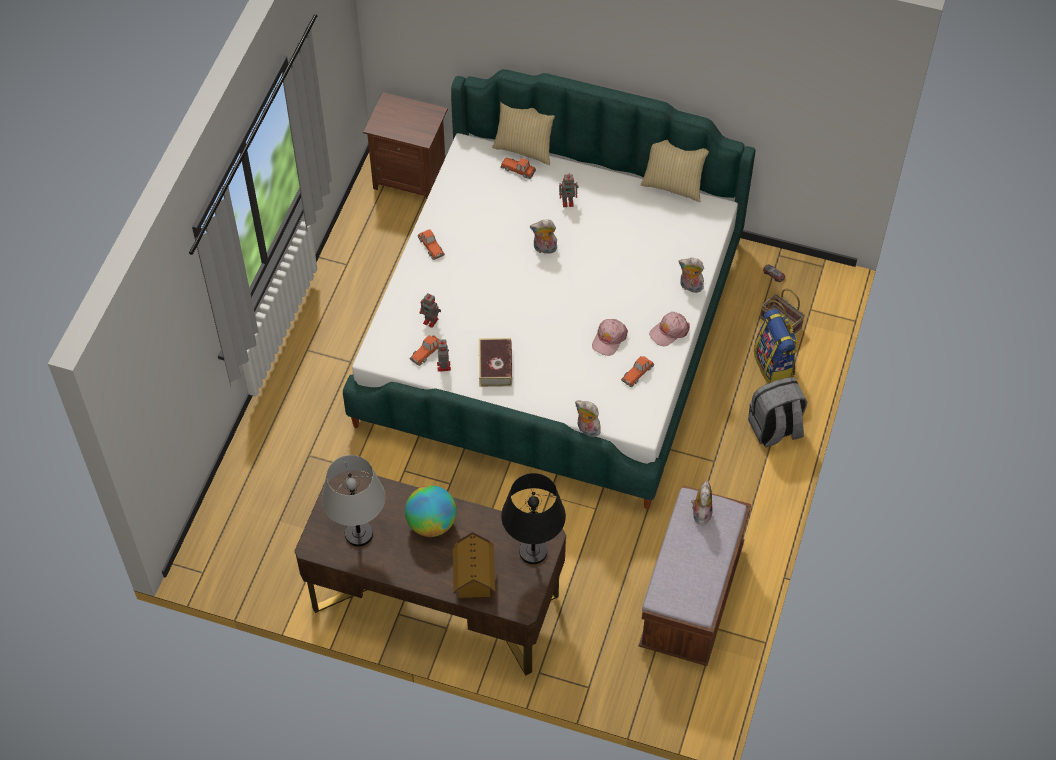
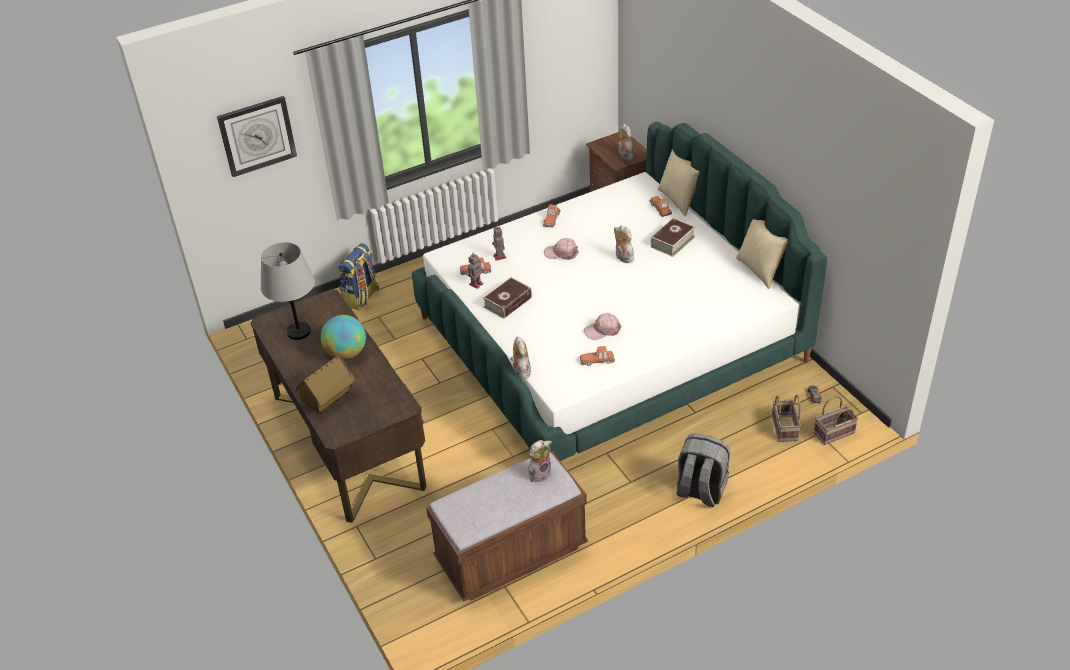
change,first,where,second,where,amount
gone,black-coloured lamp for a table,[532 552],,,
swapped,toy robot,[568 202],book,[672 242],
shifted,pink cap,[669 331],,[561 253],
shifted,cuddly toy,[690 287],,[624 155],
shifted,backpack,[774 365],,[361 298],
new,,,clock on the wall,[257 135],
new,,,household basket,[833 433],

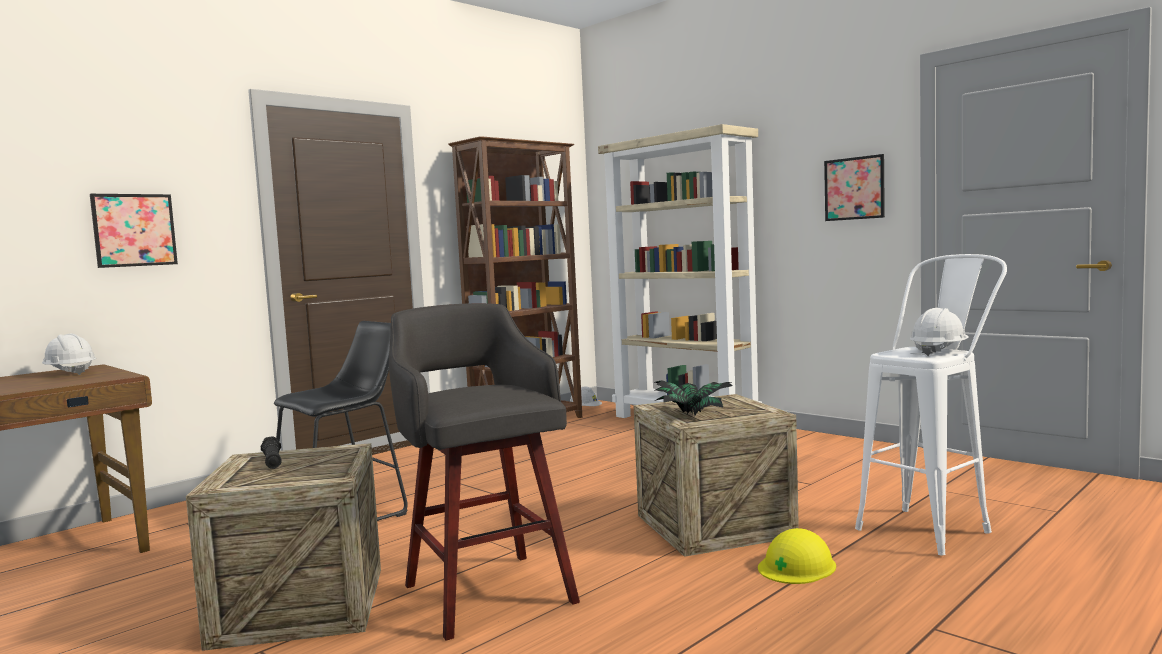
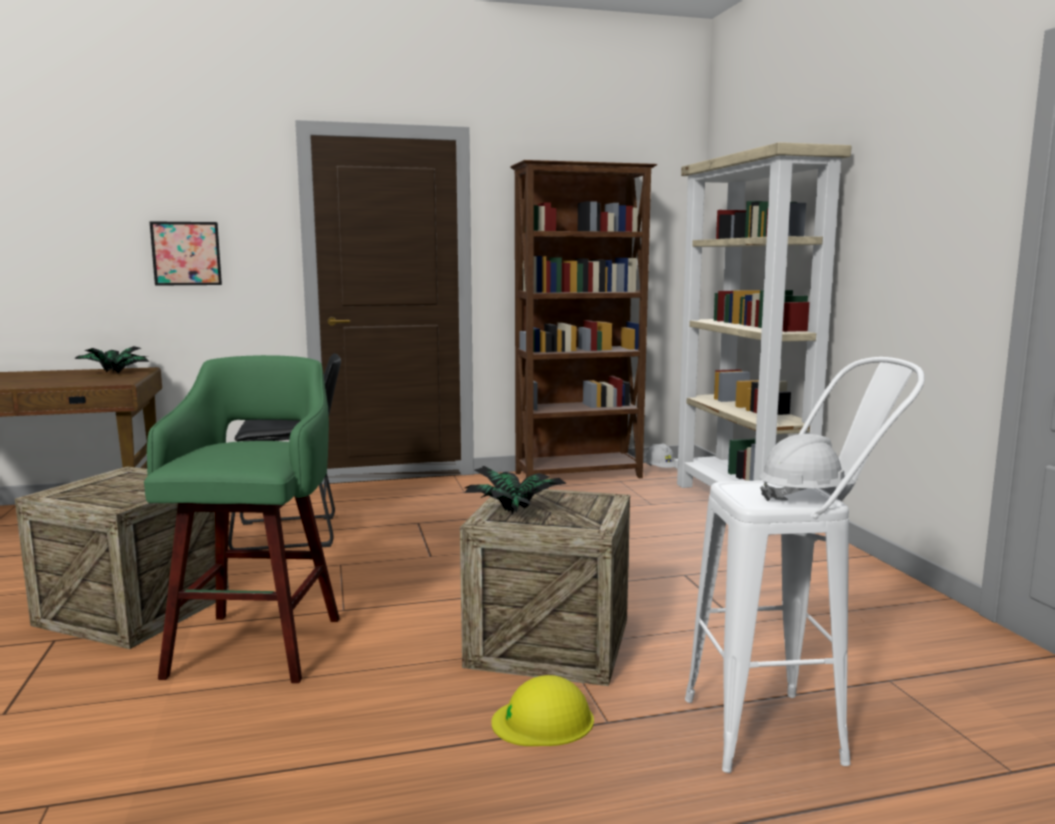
change,first,where,second,where,amount
swapped,white work helmet,[70 373],potted plant,[113 373],
gone,black-coloured torch,[272 461],,,
repainted,gray stool seat,[487 591],greenish stool seat,[258 644],
gone,wall picture,[854 188],,,

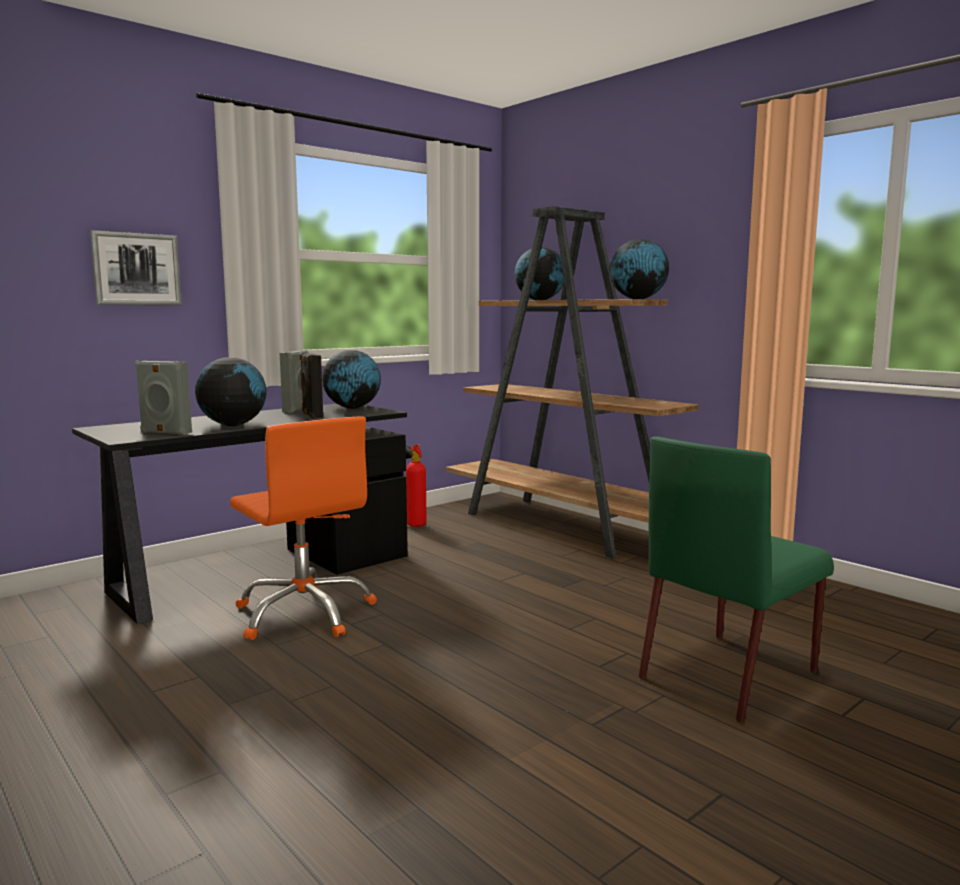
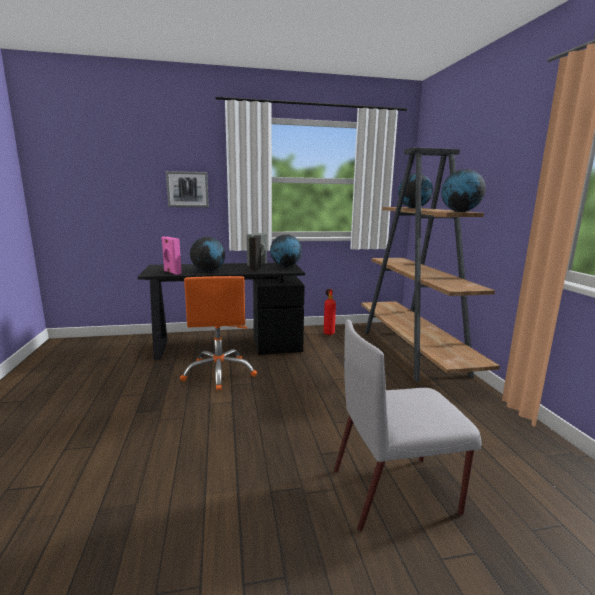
change,first,where,second,where,amount
repainted,gray speaker,[165 433],pink speaker,[171 272],
repainted,greenish chair,[730 673],gray chair,[396 490],

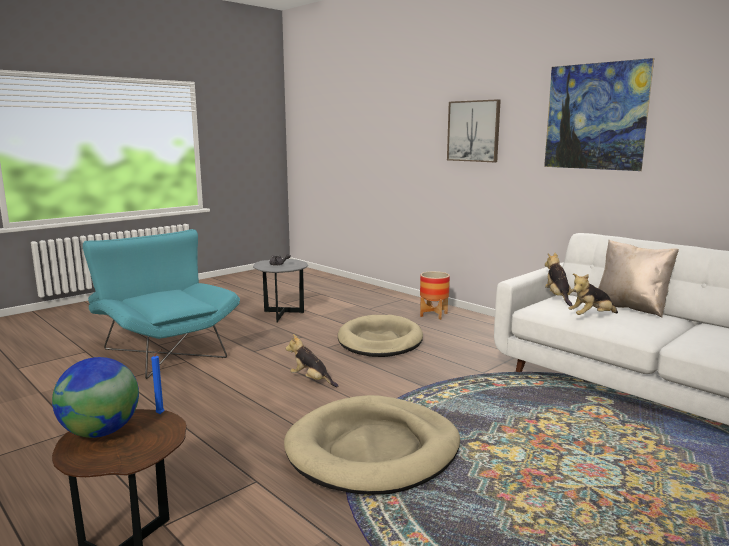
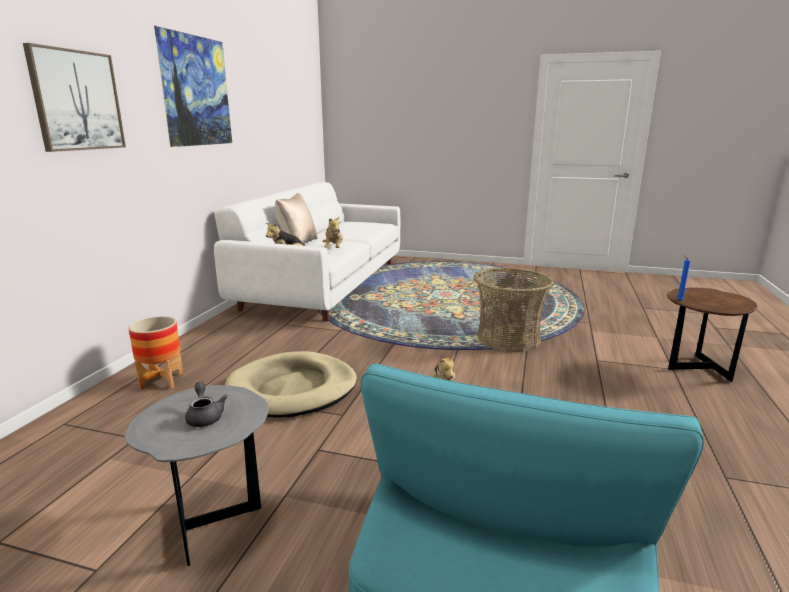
change,first,where,second,where,amount
gone,desk globe,[101 432],,,
swapped,beige pet bed,[373 450],household basket,[508 339],
rotated,cuddly toy,[591 316],,[334 249],45 degrees clockwise

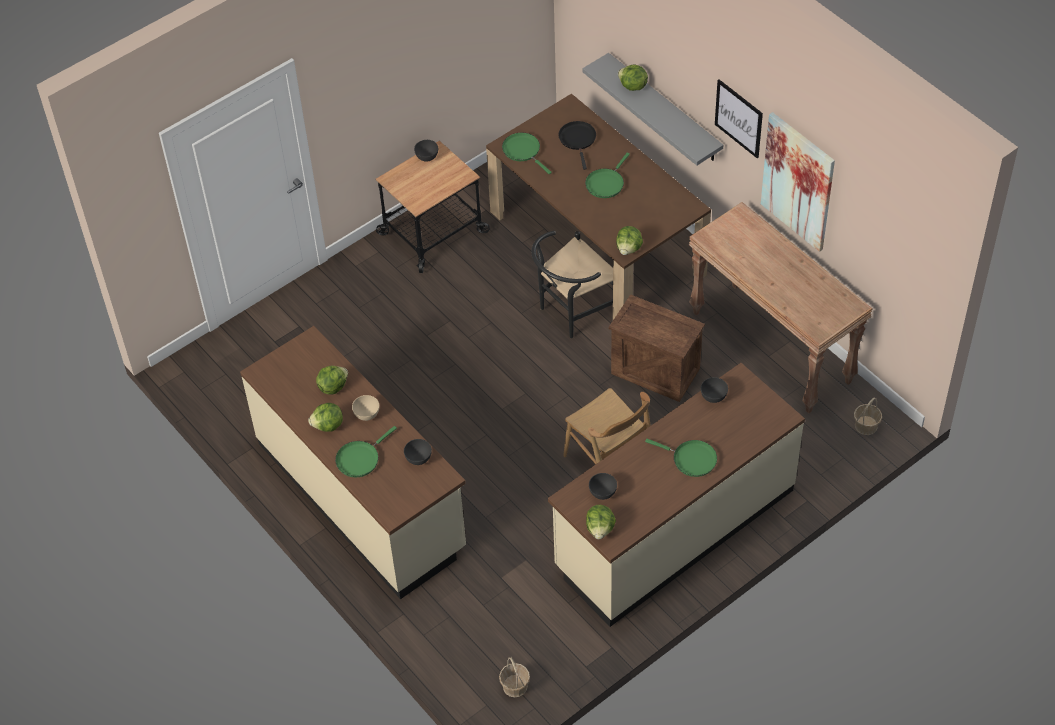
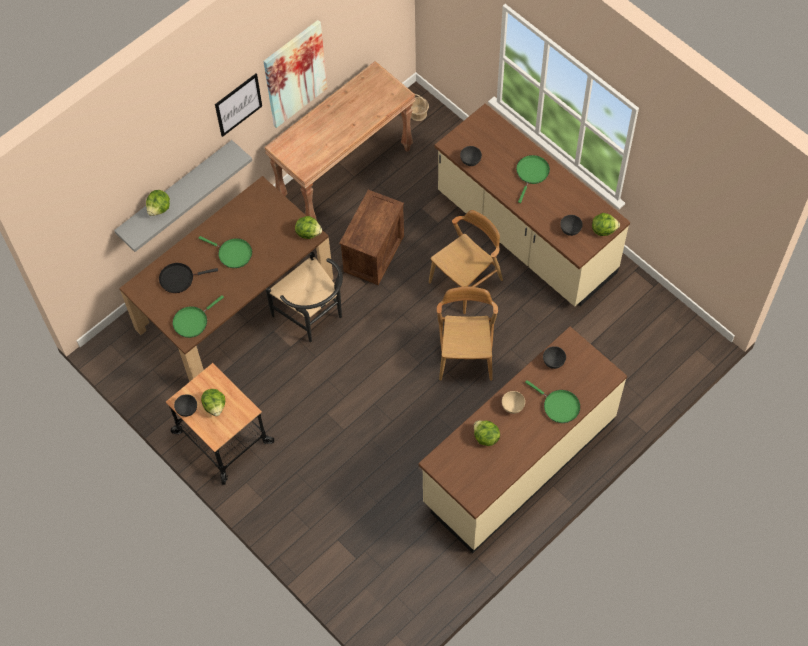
change,first,where,second,where,amount
shifted,head of lettuce,[328 426],,[215 406],
gone,household basket,[515 686],,,
new,,,brown chair,[466 354],

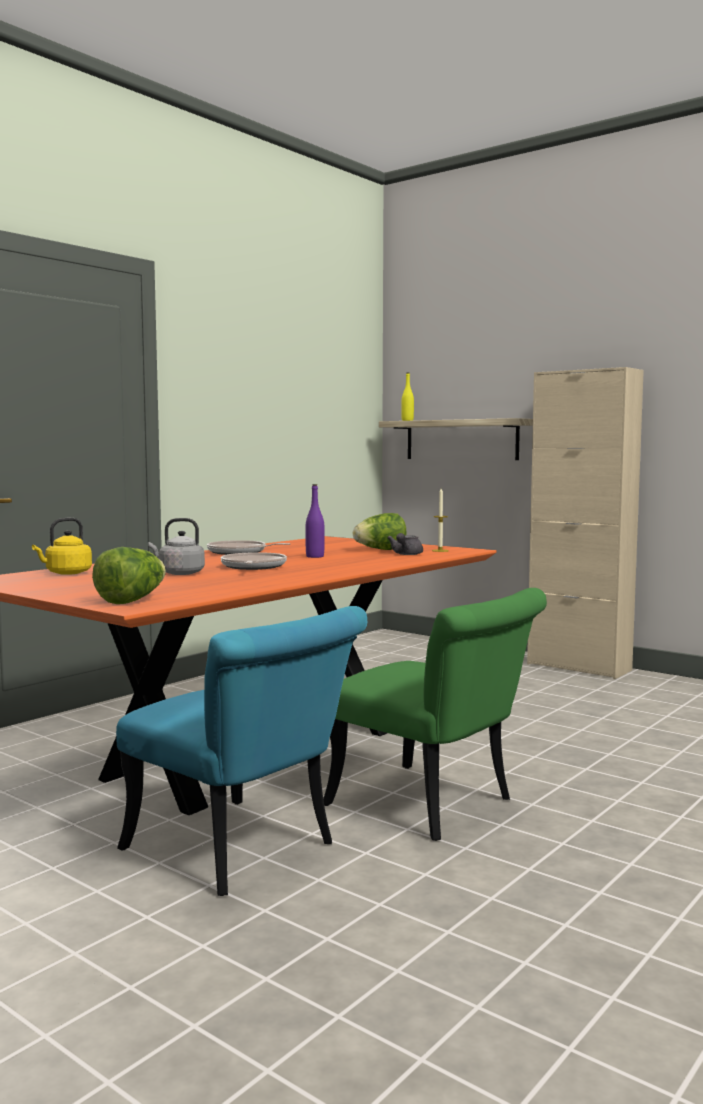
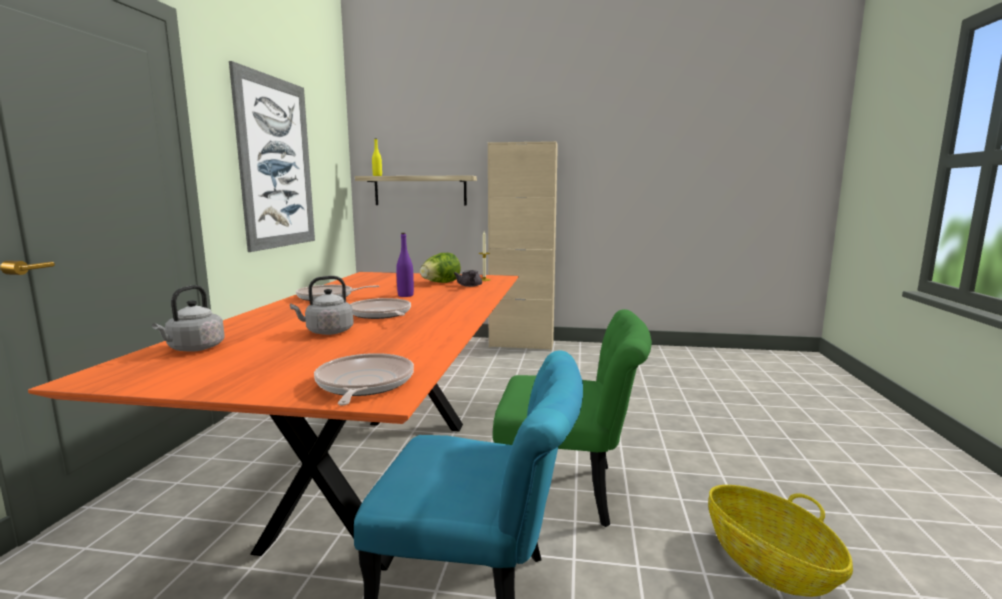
change,first,where,second,where,amount
repainted,yellow-coloured kettle,[66 573],gray kettle,[194 349],
swapped,head of lettuce,[132 600],skillet,[363 384],
new,,,wall picture,[276 163],
new,,,household basket,[769 563],

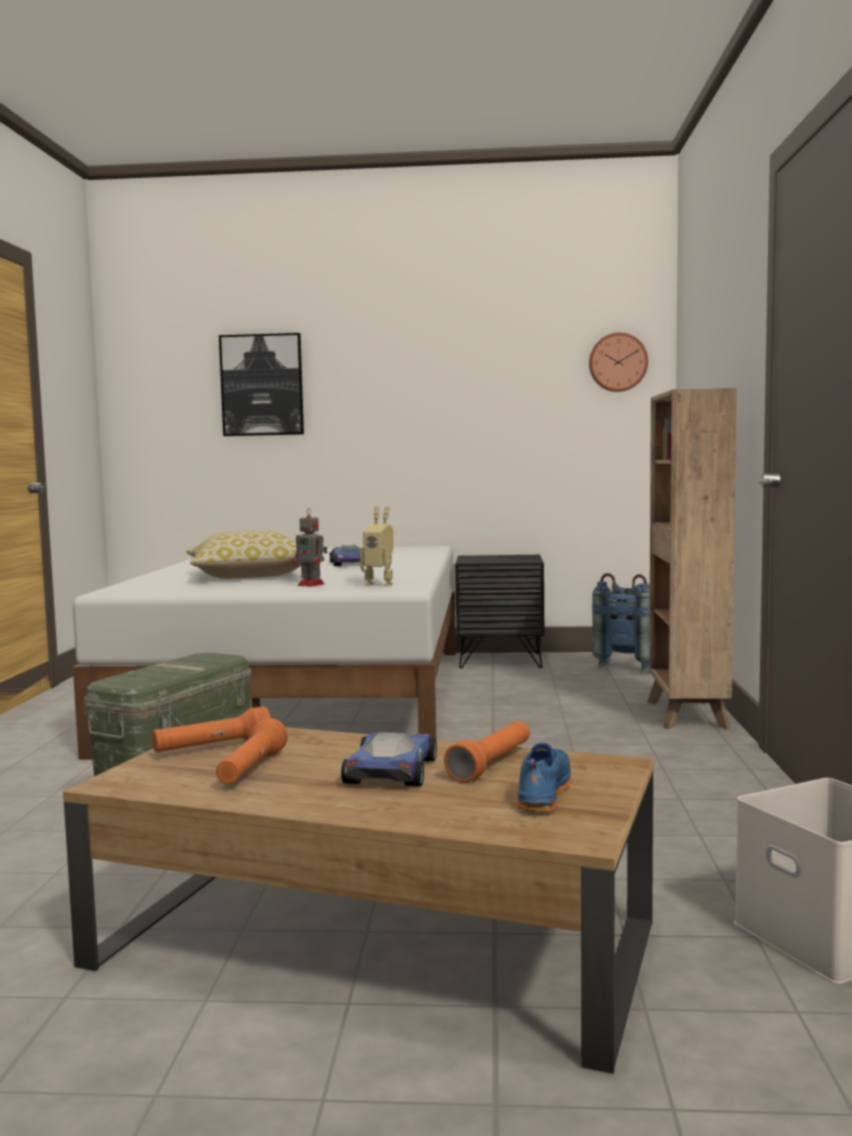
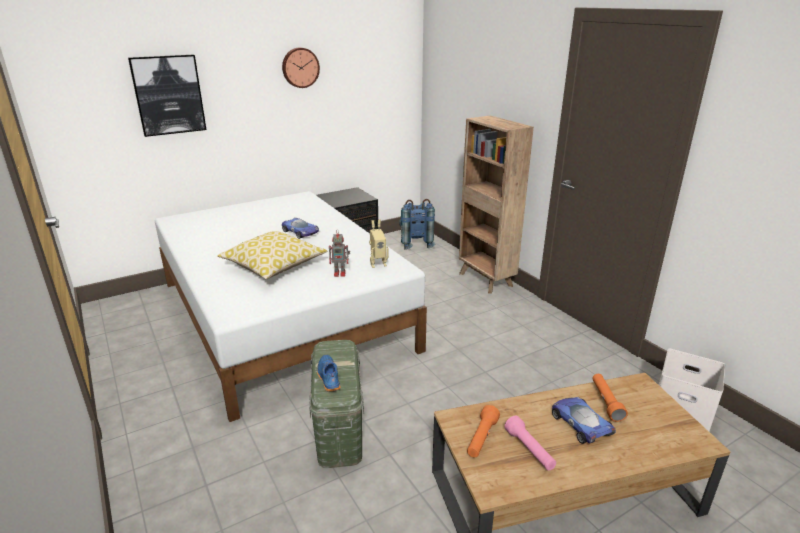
change,first,where,second,where,amount
repainted,orangey torch,[251 770],pink torch,[529 450],
shifted,blue-coloured item of footwear,[542 794],,[328 378],
shifted,clock on the wall,[617 362],,[300 67],

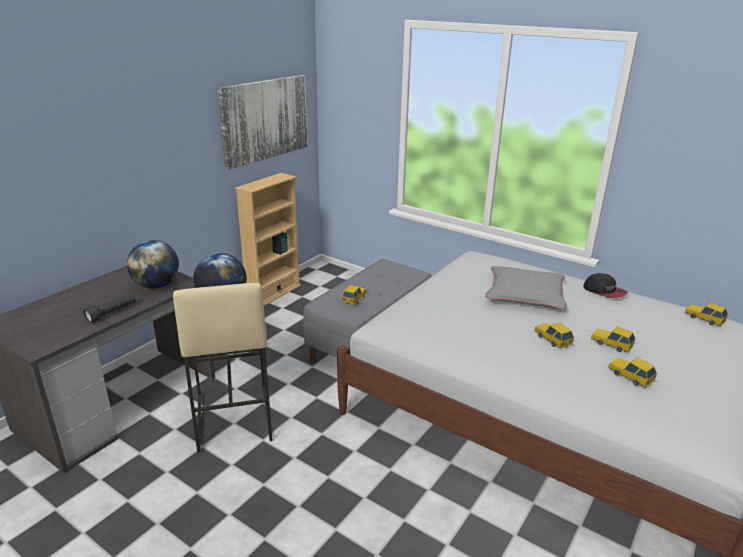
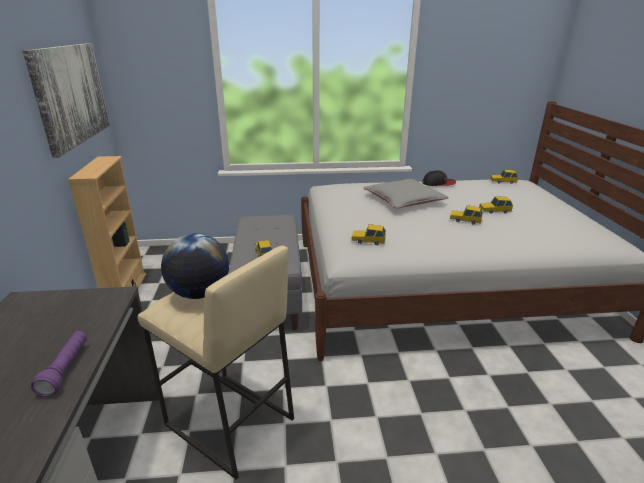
change,first,where,second,where,amount
repainted,black-coloured torch,[112 313],purple-coloured torch,[66 369],
gone,desk globe,[157 285],,,
shifted,toy car,[630 376],,[368 240],

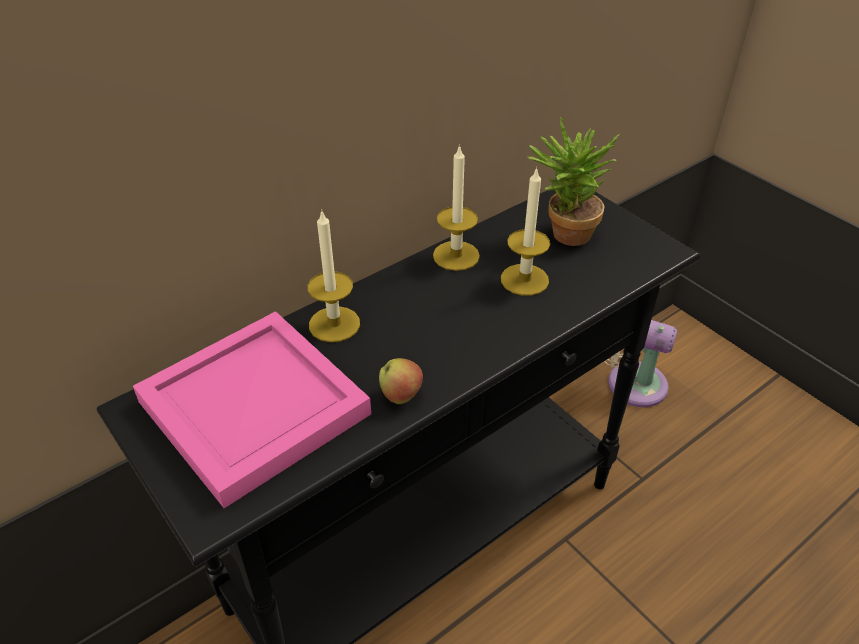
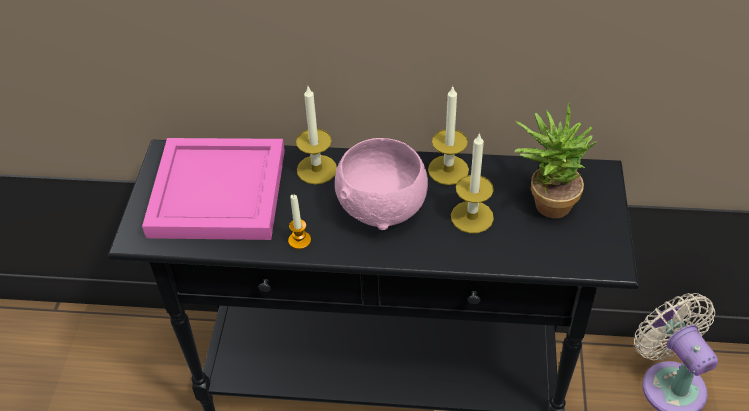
change,first,where,second,where,amount
swapped,whole apple,[401 395],wax light,[299 240],
new,,,pink serving bowl,[383 208],

